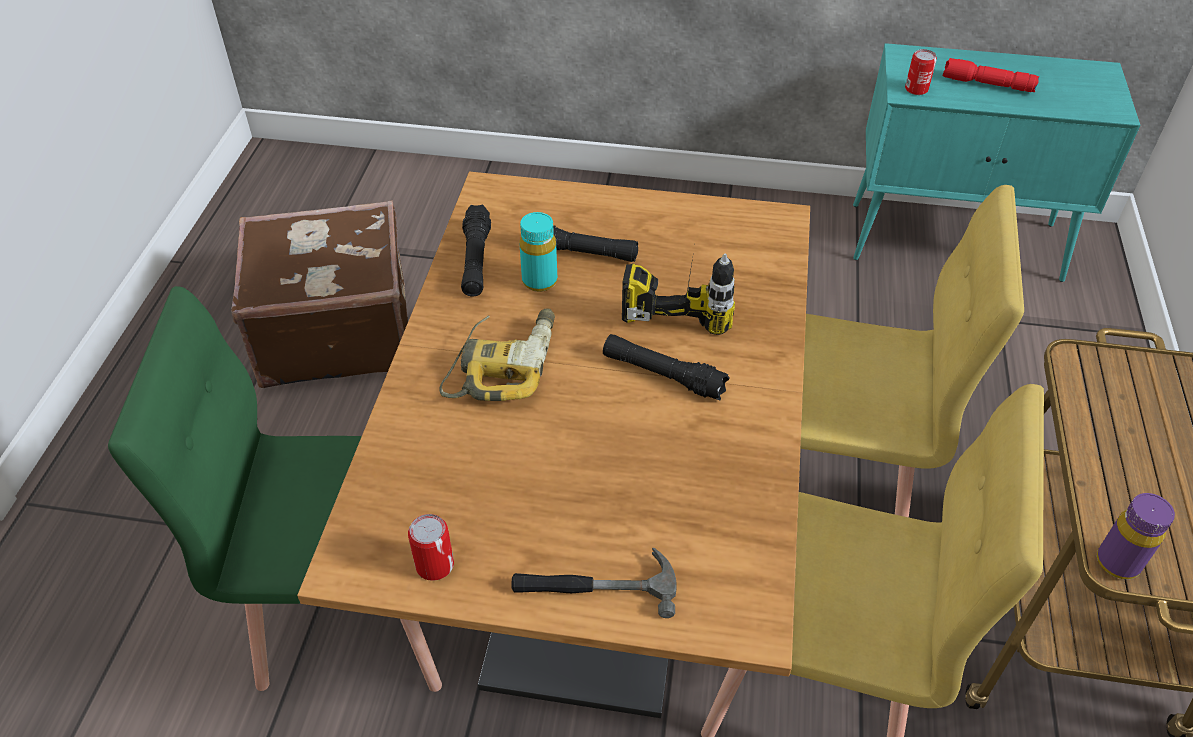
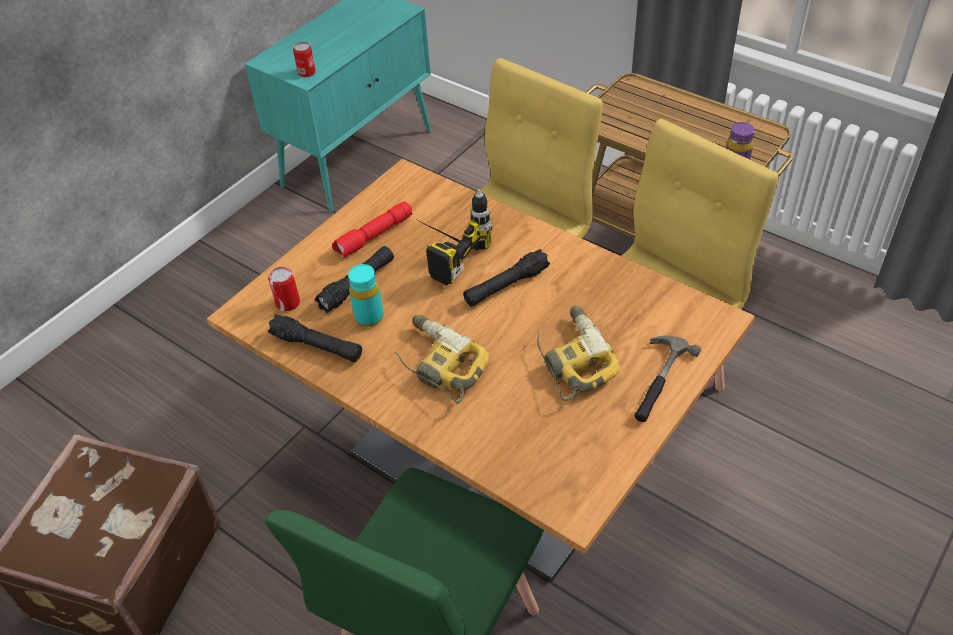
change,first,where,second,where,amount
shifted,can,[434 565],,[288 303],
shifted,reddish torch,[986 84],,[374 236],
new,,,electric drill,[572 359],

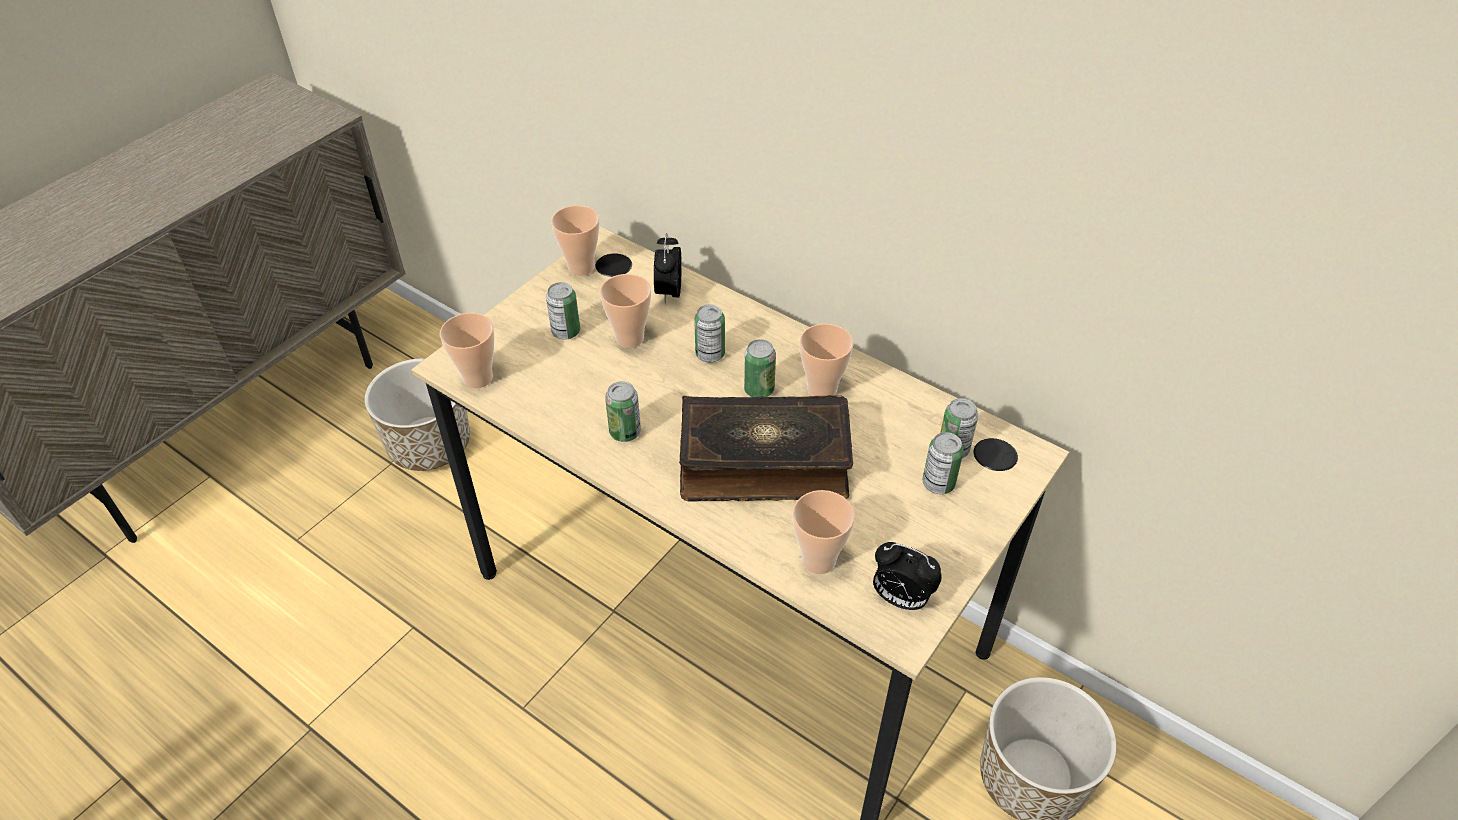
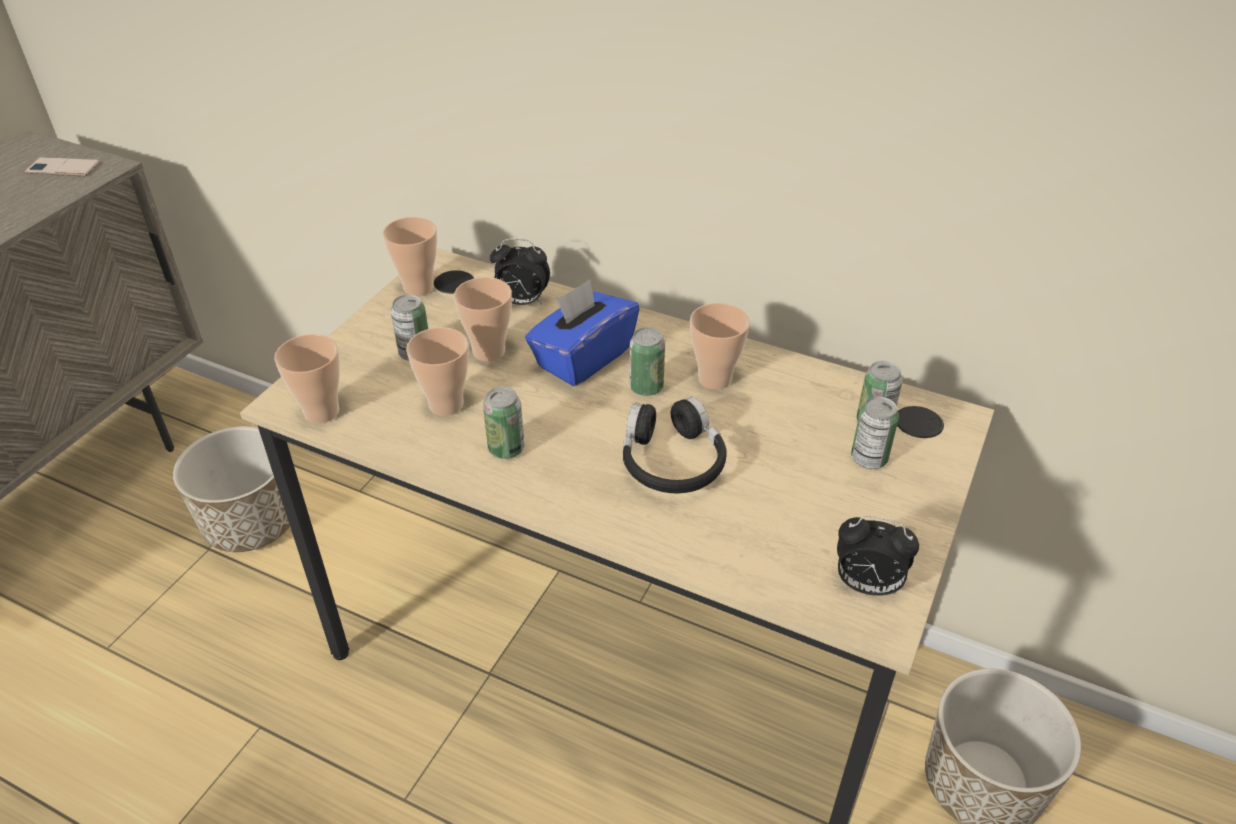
change,first,where,second,where,amount
rotated,alarm clock,[668 292],,[521 302],75 degrees counterclockwise
swapped,book,[763 462],black-coloured headphones,[671 461],
swapped,can,[710 354],blue-coloured box of tissues,[582 358],
shifted,small cup,[818 560],,[446 405],
new,,,telephone,[63 168],

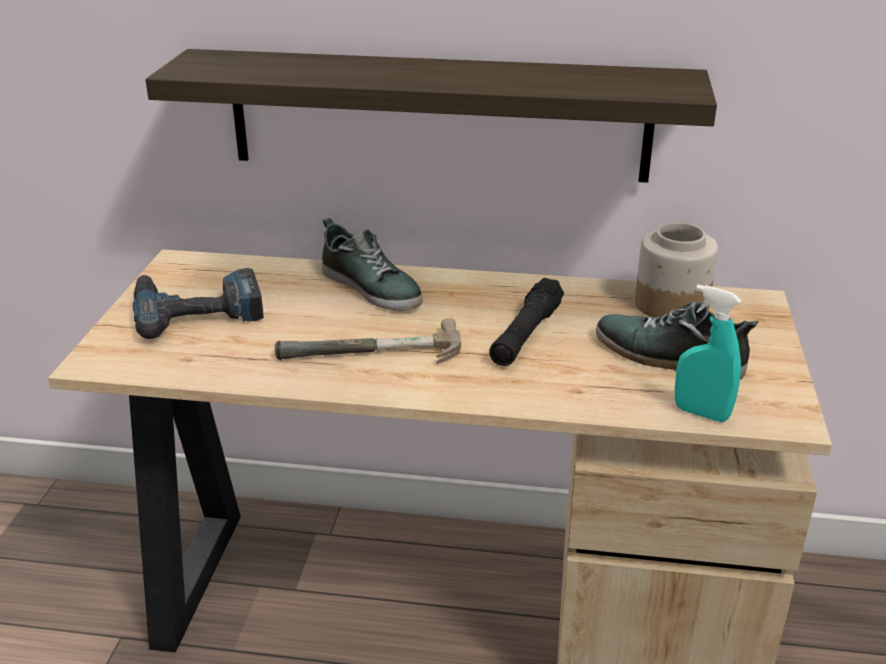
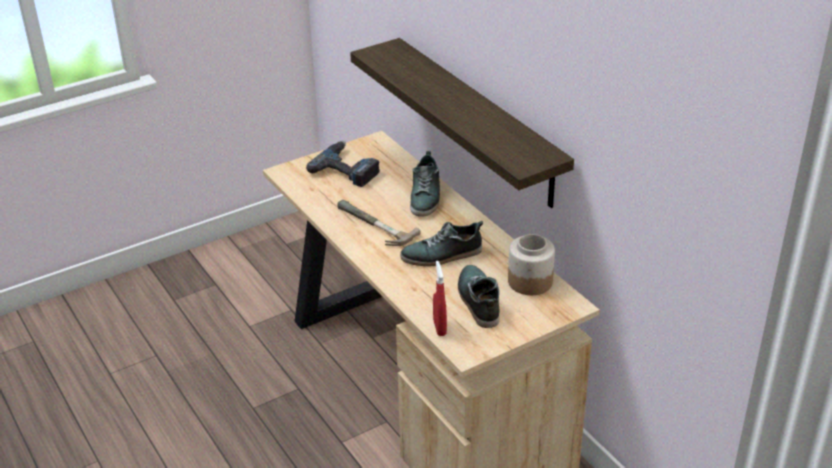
change,first,where,second,where,amount
swapped,black-coloured torch,[526 335],item of footwear,[442 255],
repainted,blue-green spray bottle,[701 413],reddish spray bottle,[439 328],

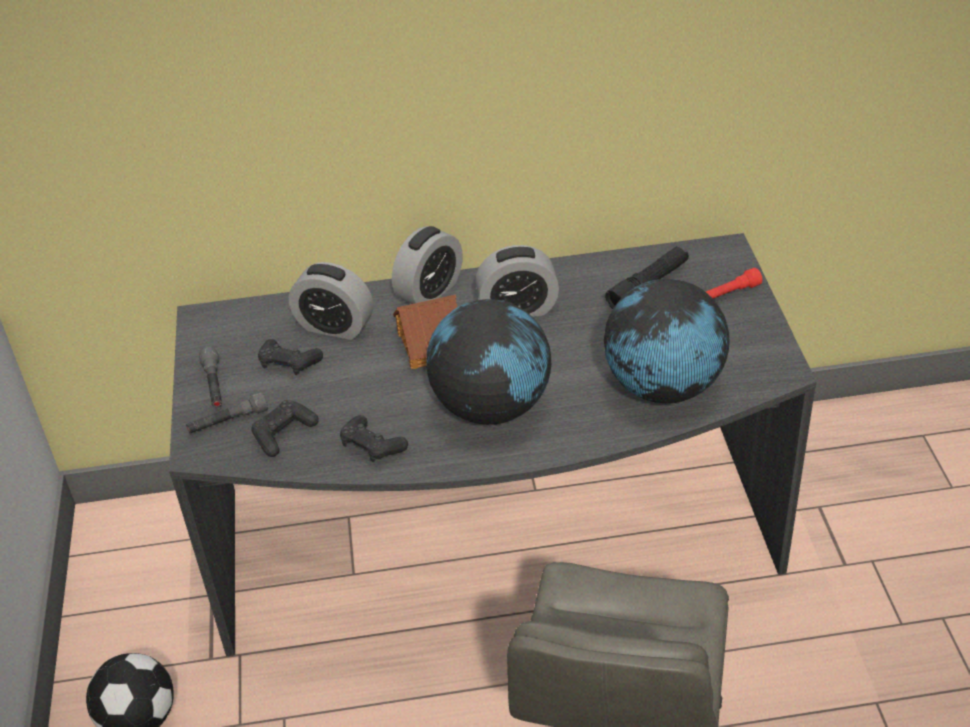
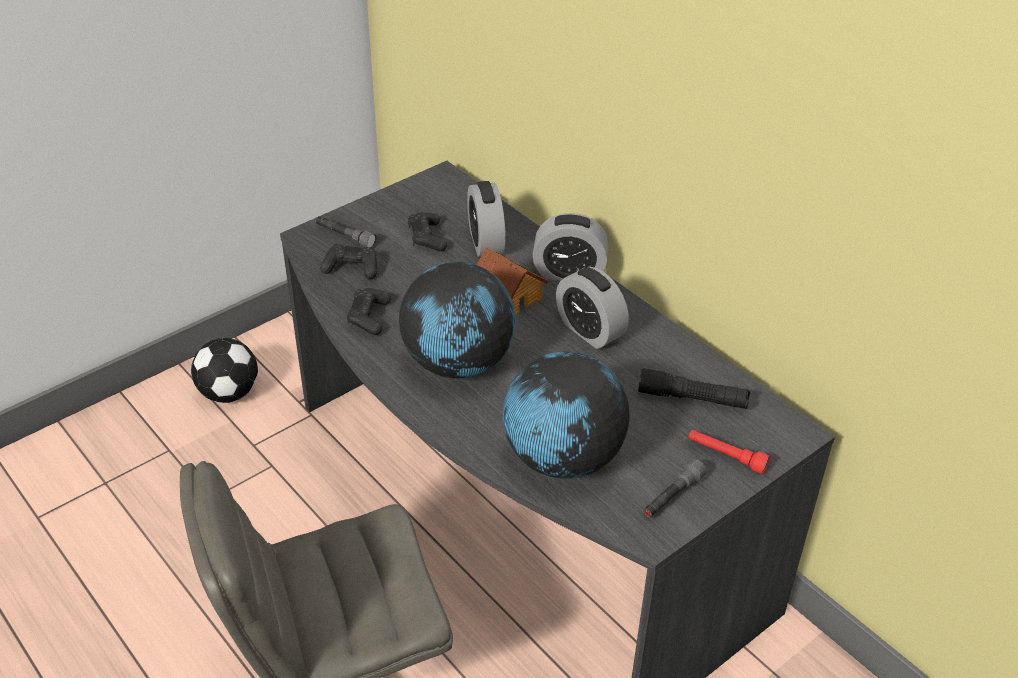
change,first,where,second,where,amount
shifted,gray torch,[214 385],,[672 496],

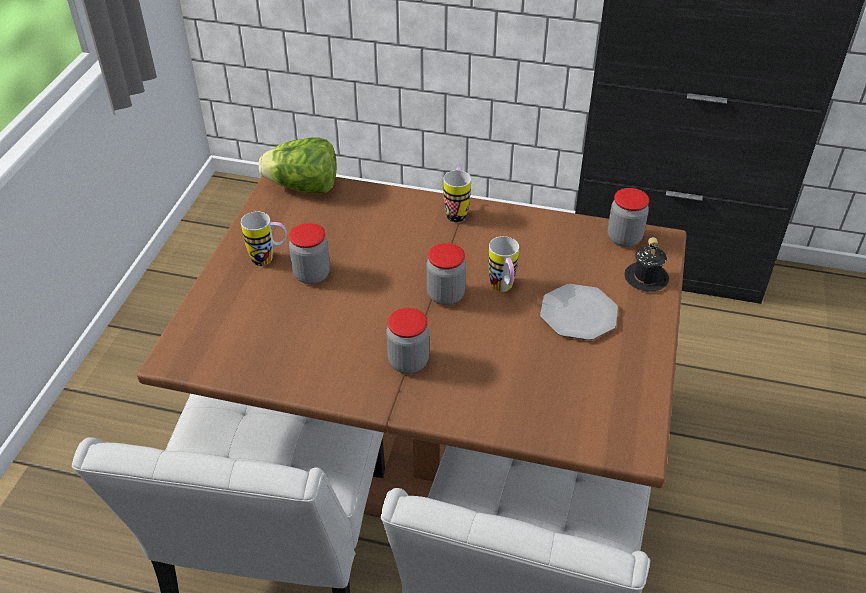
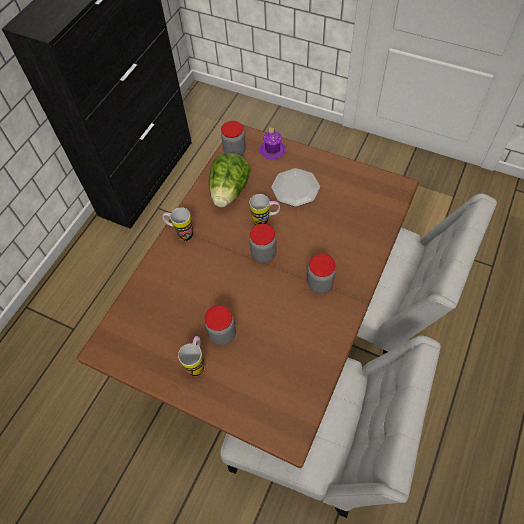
change,first,where,second,where,amount
shifted,head of lettuce,[303 187],,[229 192],
repainted,black-coloured tea mug,[646 278],purple-coloured tea mug,[272 150],

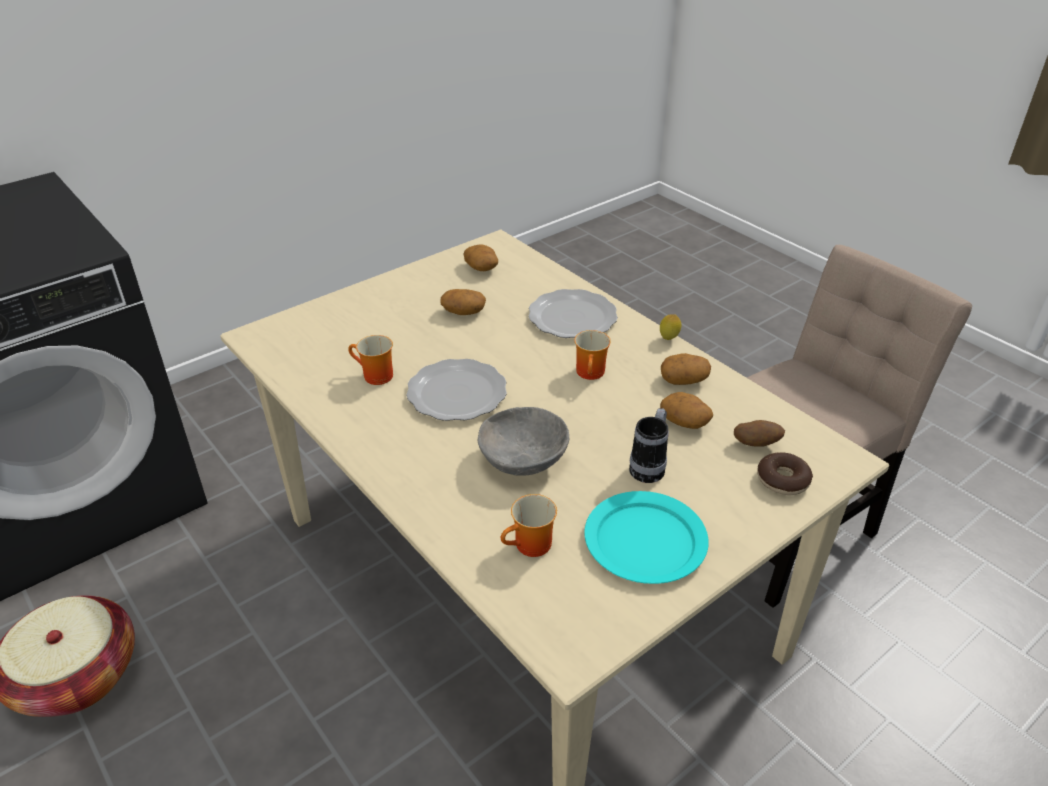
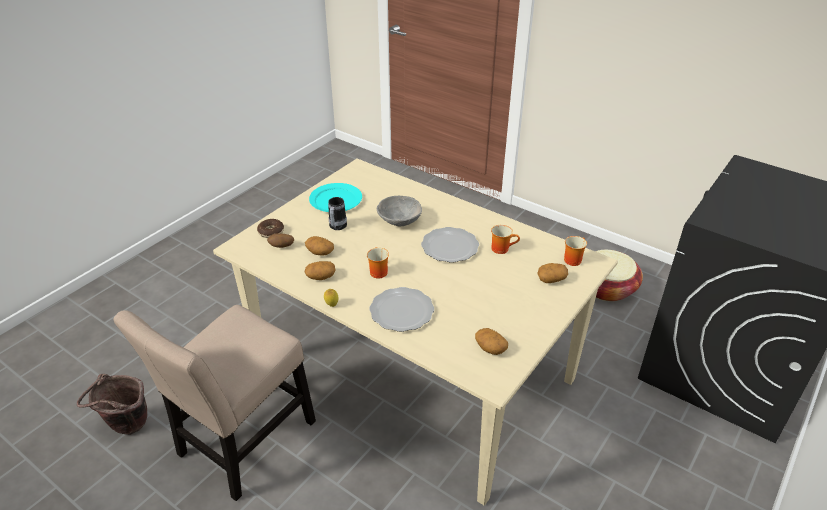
change,first,where,second,where,amount
shifted,whole potato,[463 312],,[551 279],
shifted,tea mug,[531 547],,[572 259],
new,,,brown pail,[127 428],

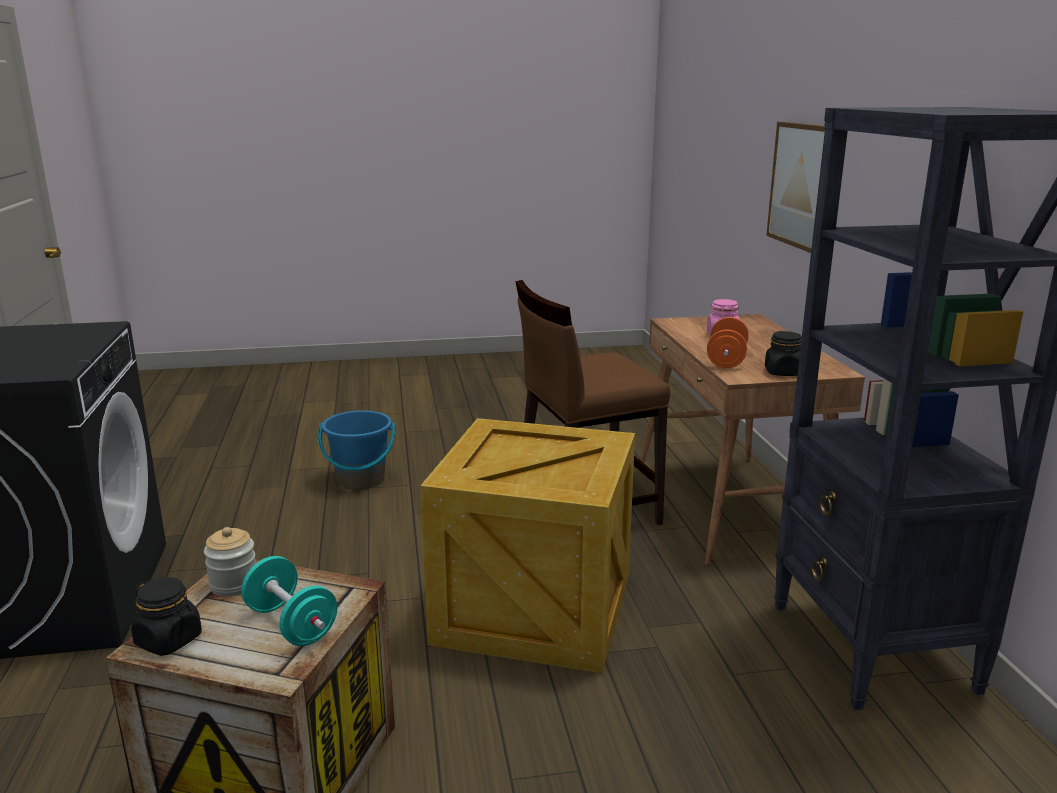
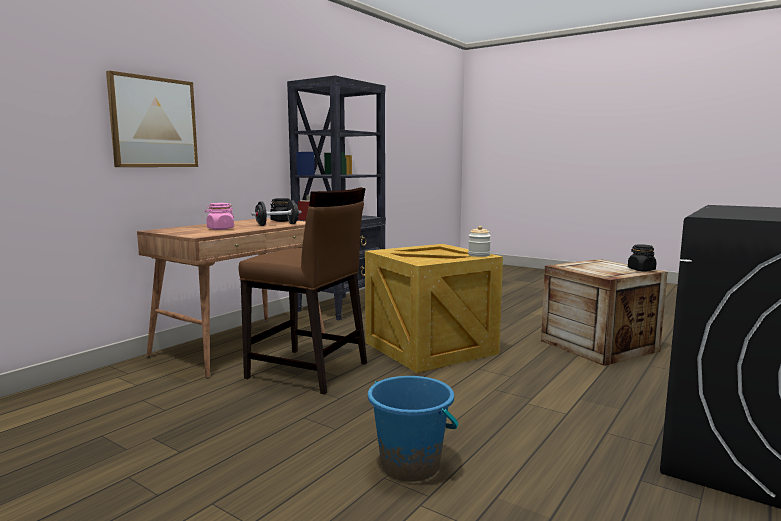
change,first,where,second,where,amount
shifted,jar,[234 584],,[479 255],
gone,blue-green free weight,[291 624],,,
repainted,orangey free weight,[726 360],black-coloured free weight,[277 225],

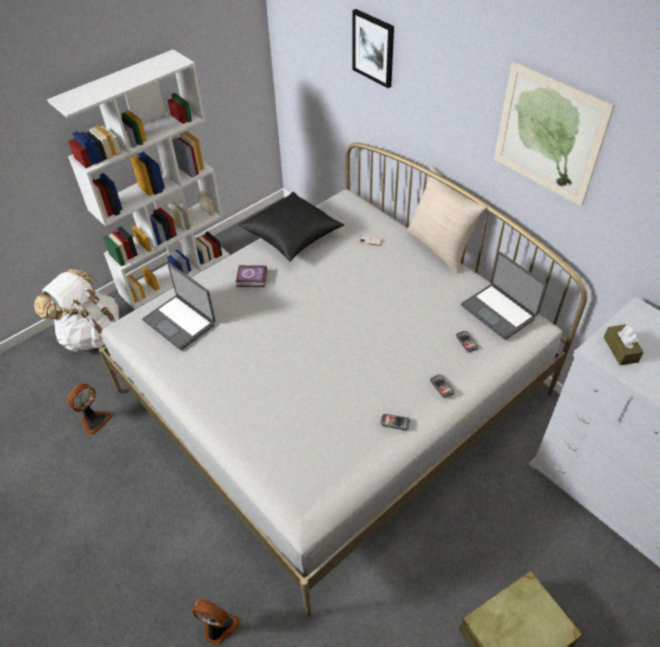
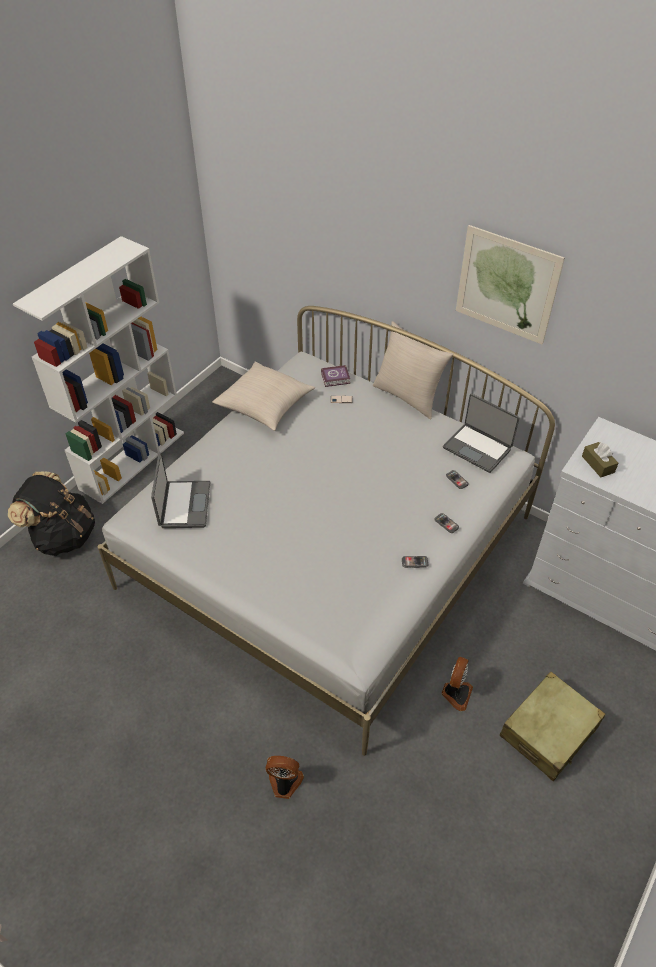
change,first,where,second,where,amount
repainted,white backpack,[91 334],black-coloured backpack,[63 535],
shifted,electric fan,[94 420],,[456 693],
rotated,notebook computer,[180 322],,[183 505],120 degrees counterclockwise
shifted,book,[252 279],,[336 378],
repainted,black-coloured throw pillow,[292 236],beige throw pillow,[265 405],
gone,wall picture,[373 48],,,

